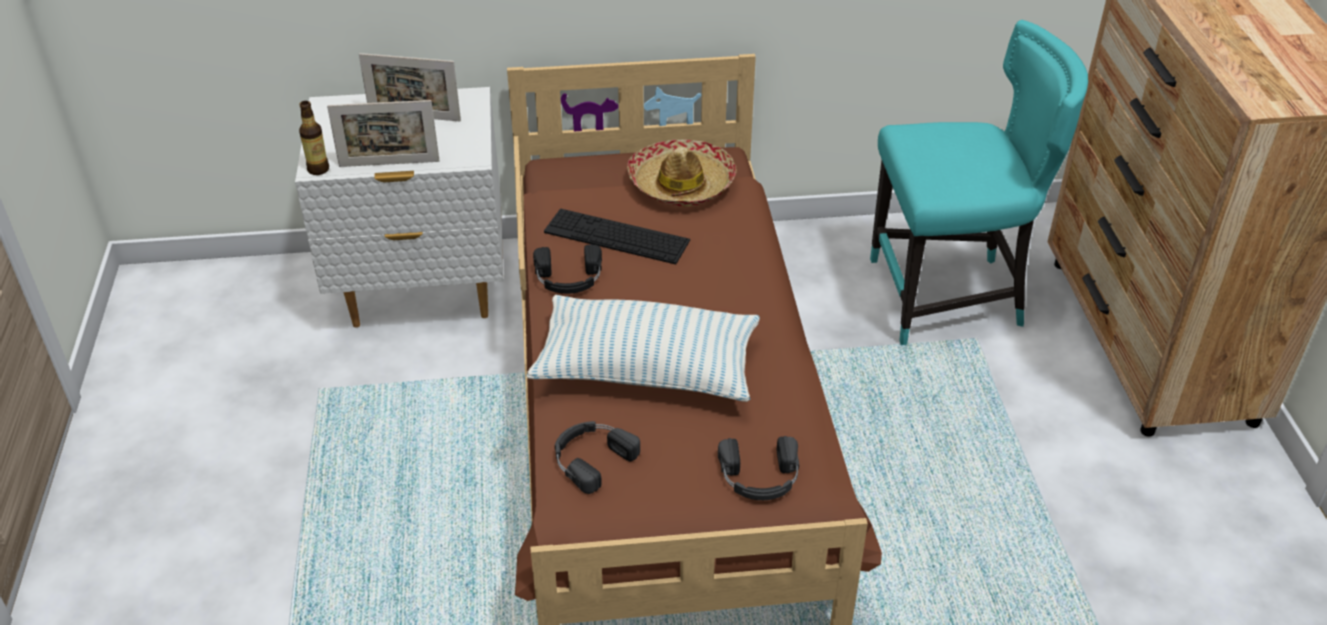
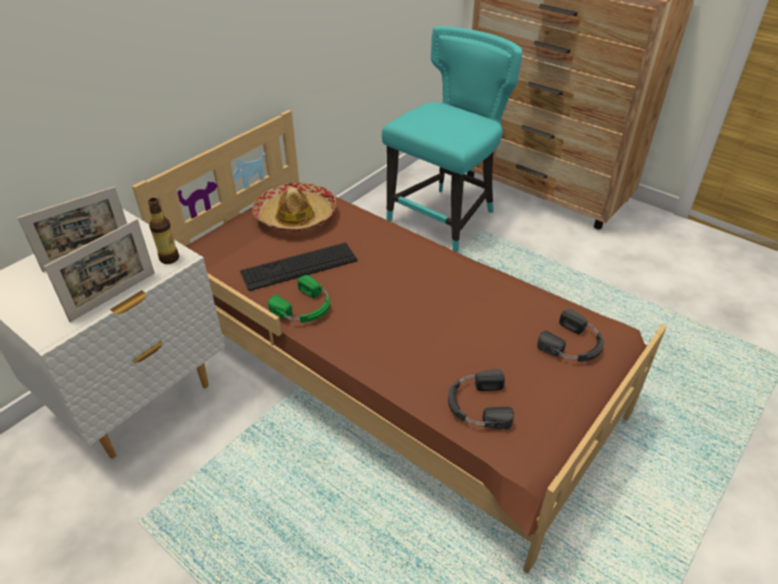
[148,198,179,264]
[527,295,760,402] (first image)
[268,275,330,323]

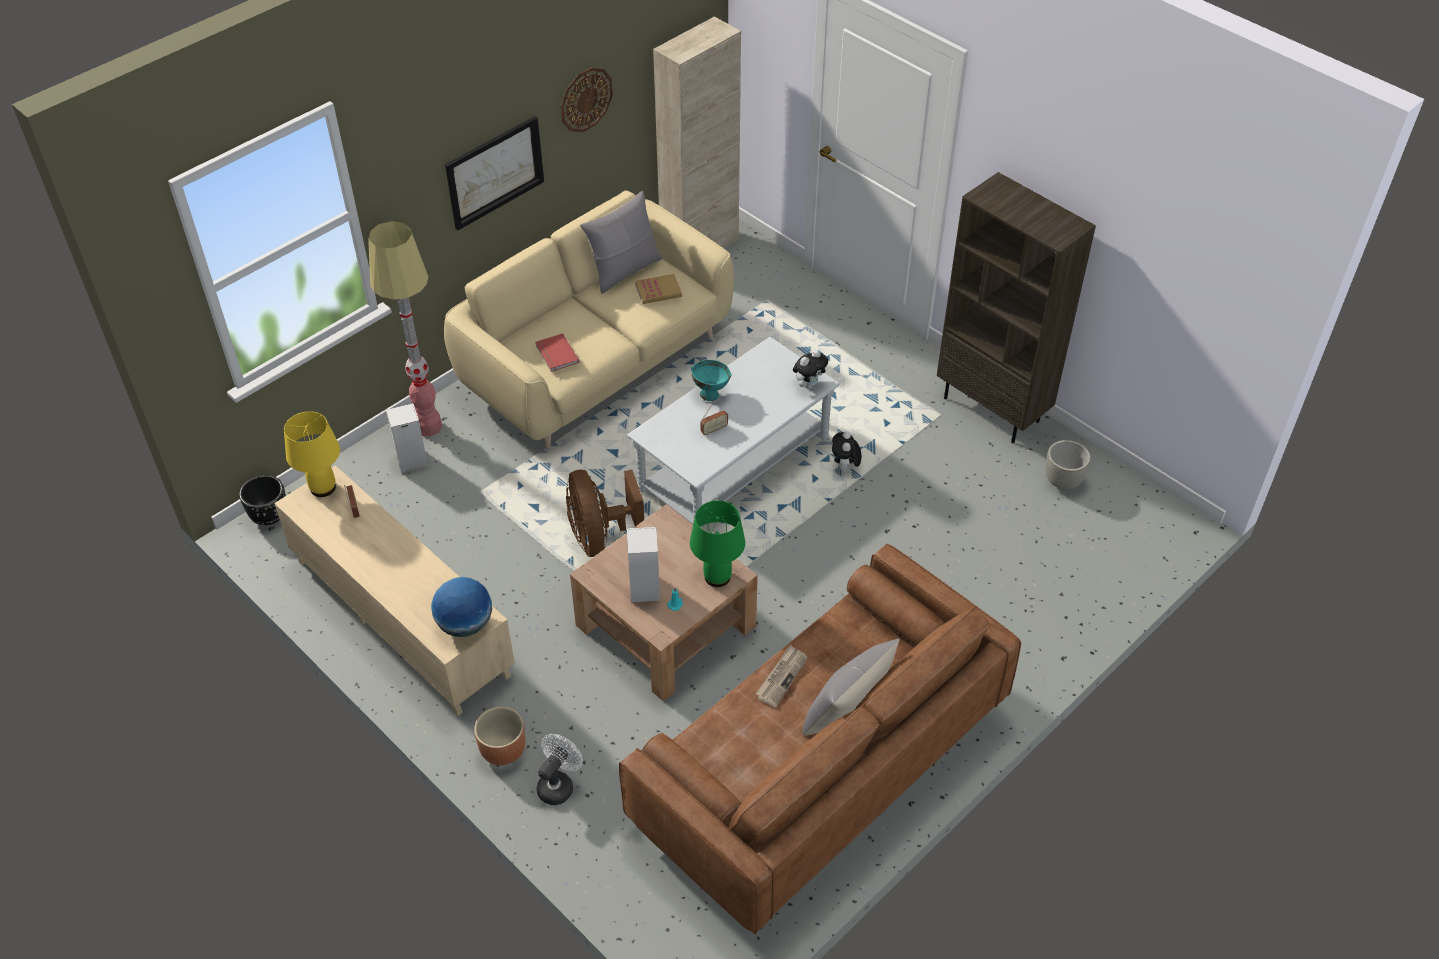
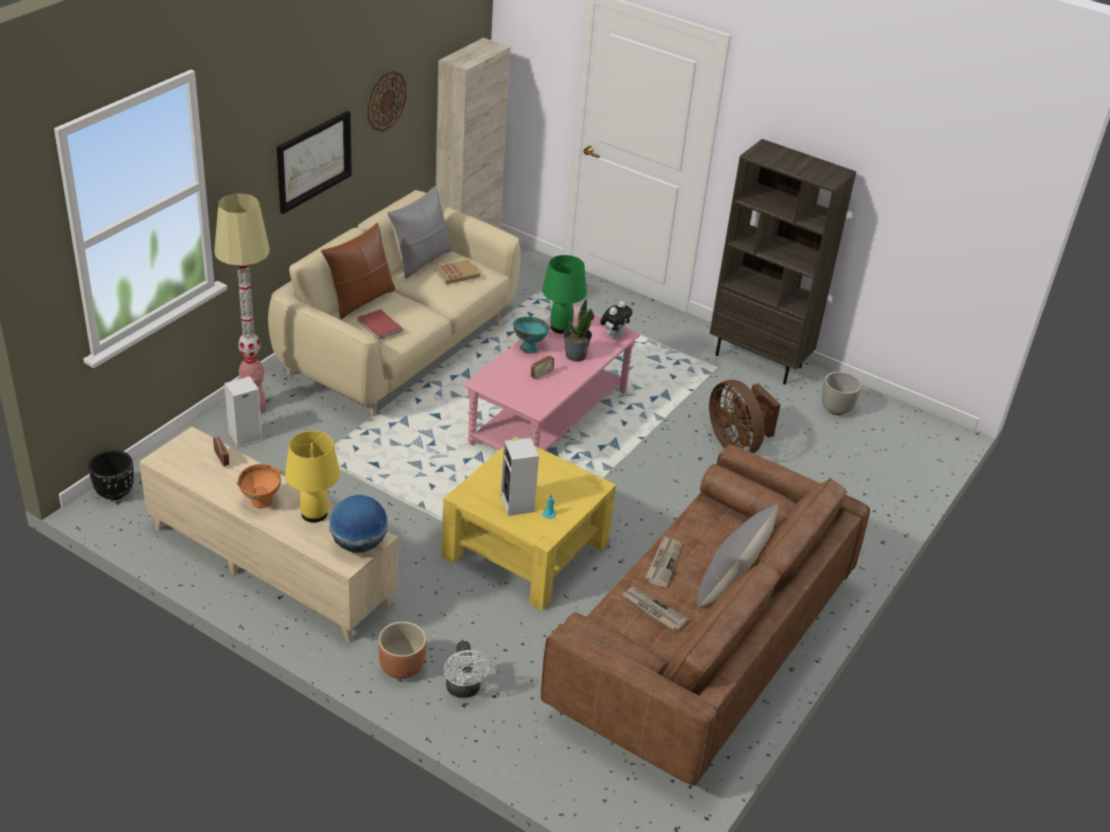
[285,431,340,523]
[444,641,490,698]
[709,380,781,453]
[442,436,616,611]
[463,305,640,451]
[542,255,587,334]
[832,431,862,471] (first image)
[236,464,281,508]
[321,223,395,319]
[563,299,594,362]
[622,587,689,630]

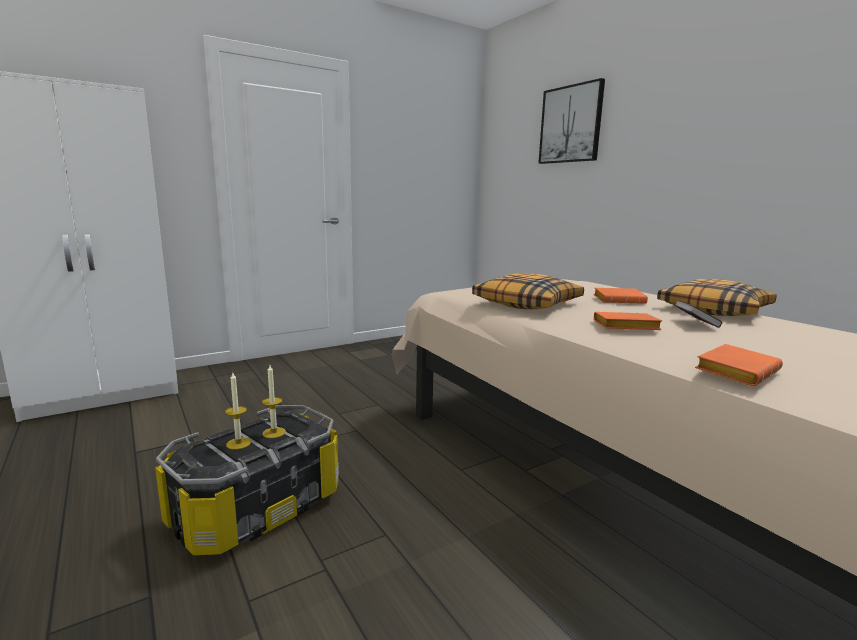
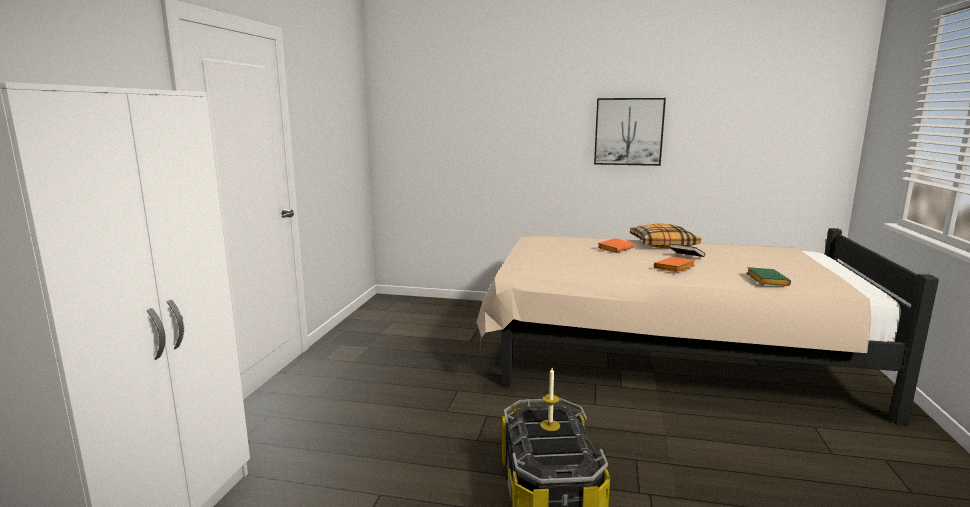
[225,373,251,450] (first image)
[472,273,584,309] (first image)
[594,98,666,166]
[747,267,791,286]

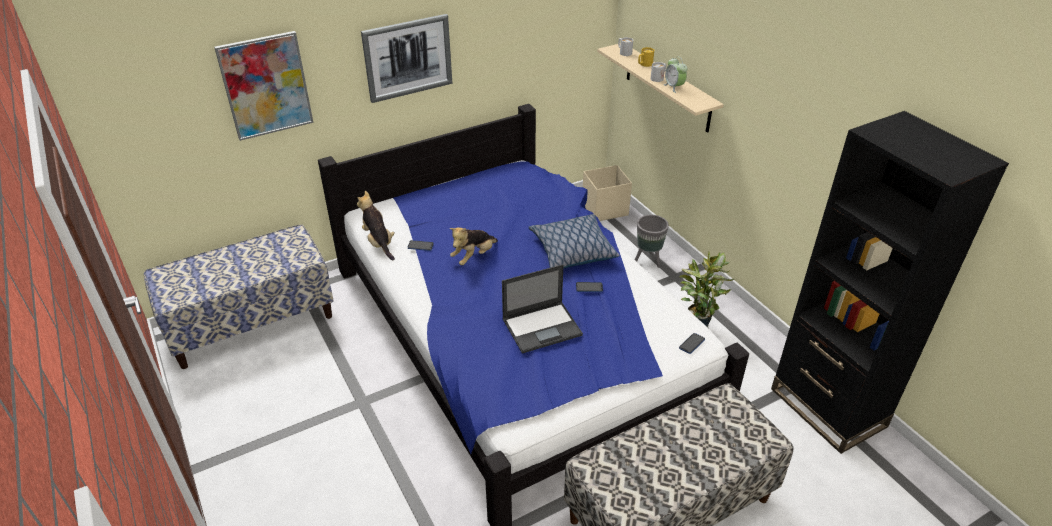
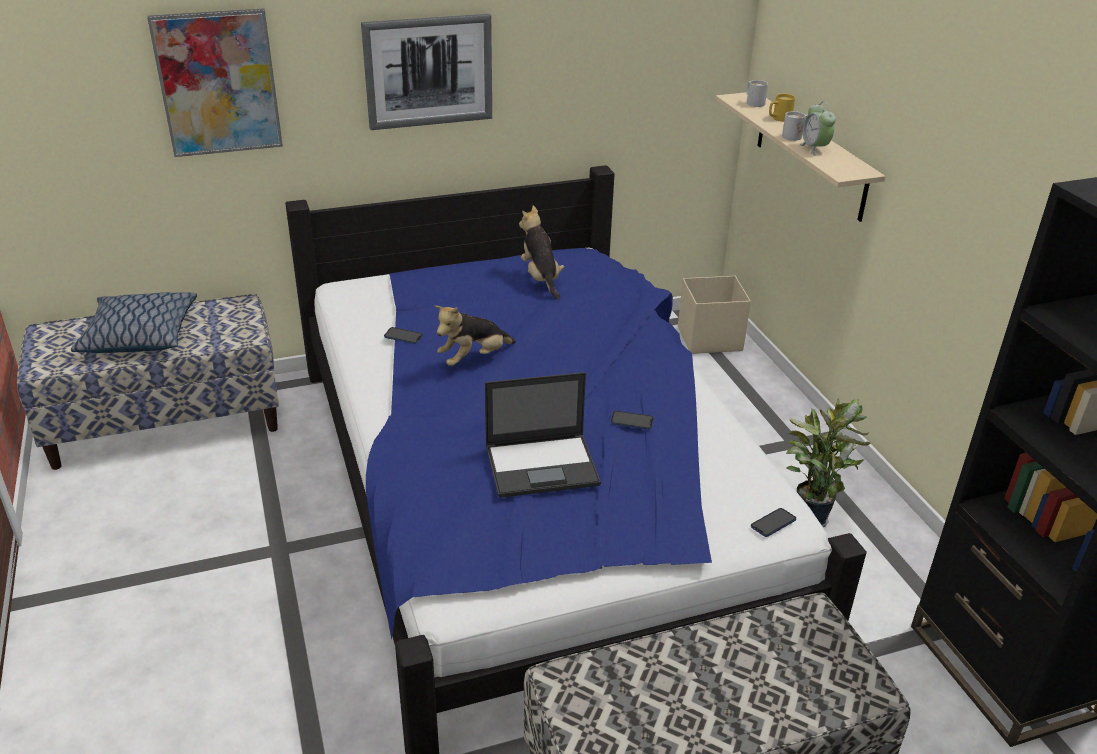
[519,205,564,300]
[71,292,197,353]
[635,215,669,268] (first image)

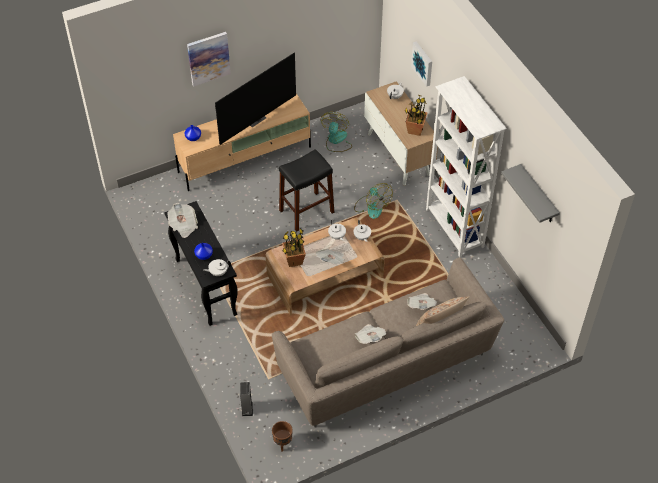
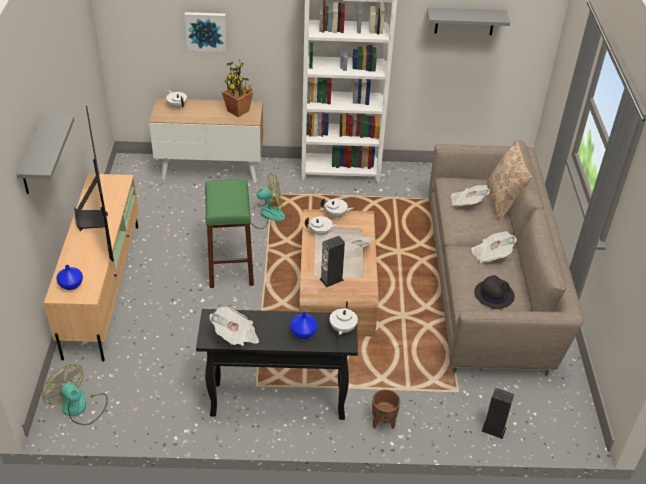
[16,115,74,194]
[372,389,400,429]
[205,179,254,288]
[320,236,345,287]
[42,364,108,425]
[474,275,515,309]

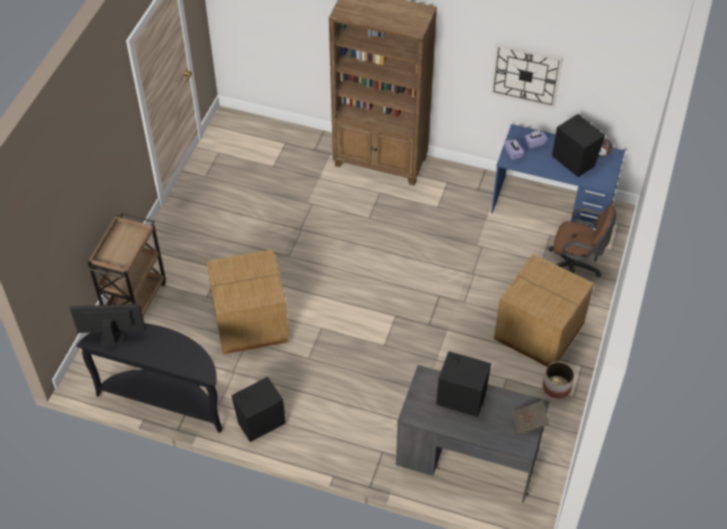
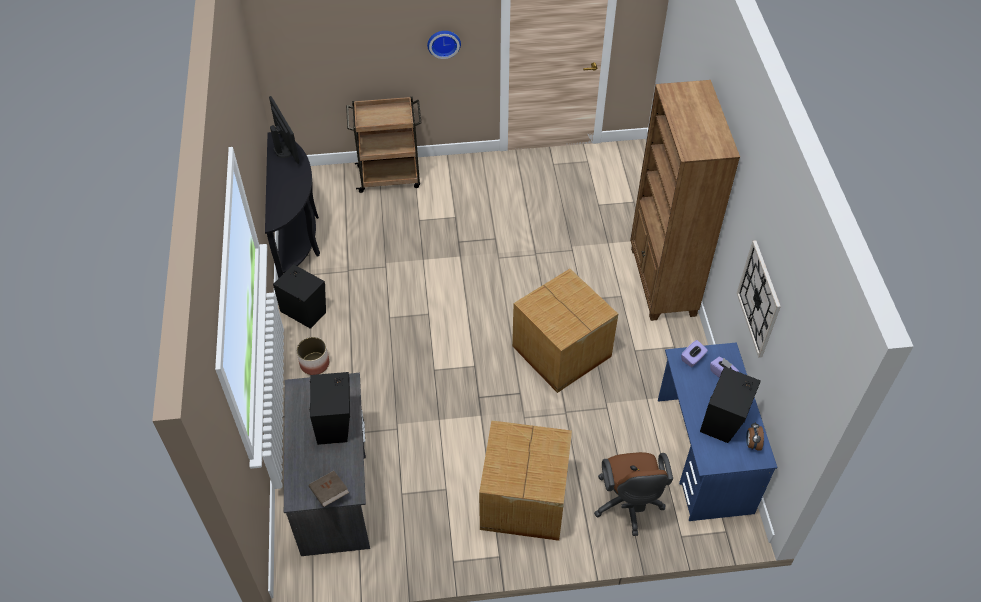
[512,269,618,393]
[296,337,329,375]
[427,31,461,59]

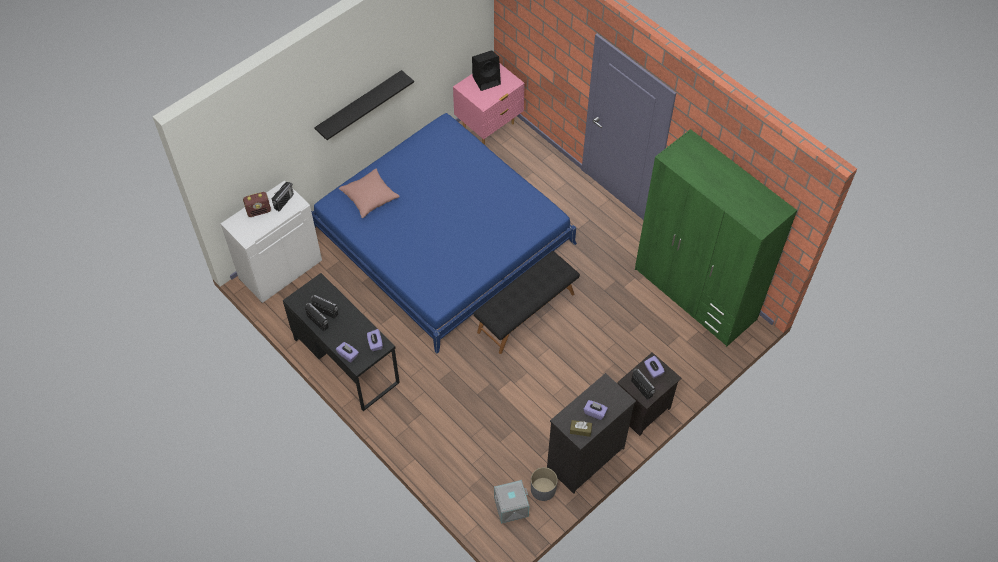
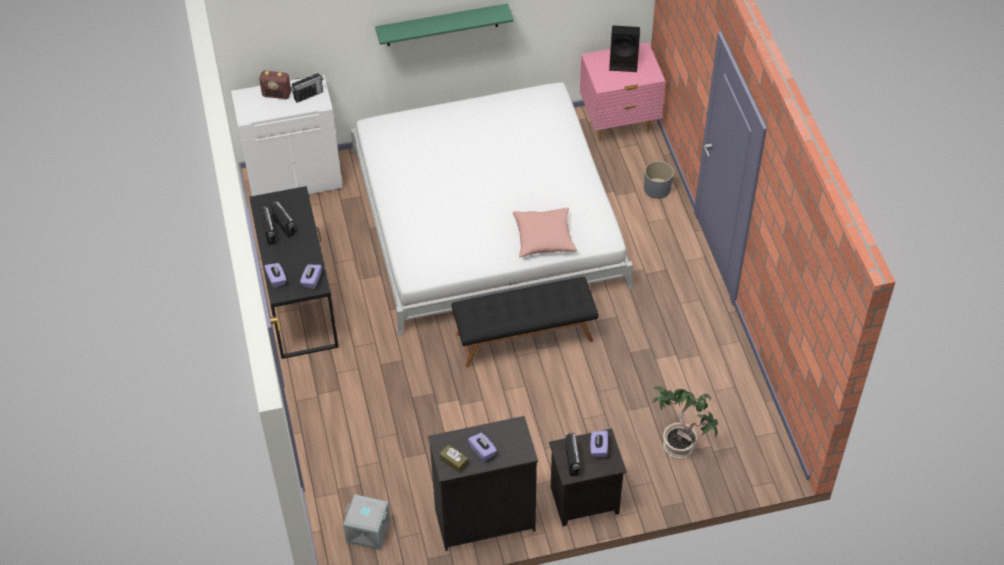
[351,82,633,336]
[375,3,514,46]
[512,208,577,257]
[644,161,674,199]
[635,129,797,347] (first image)
[653,386,718,459]

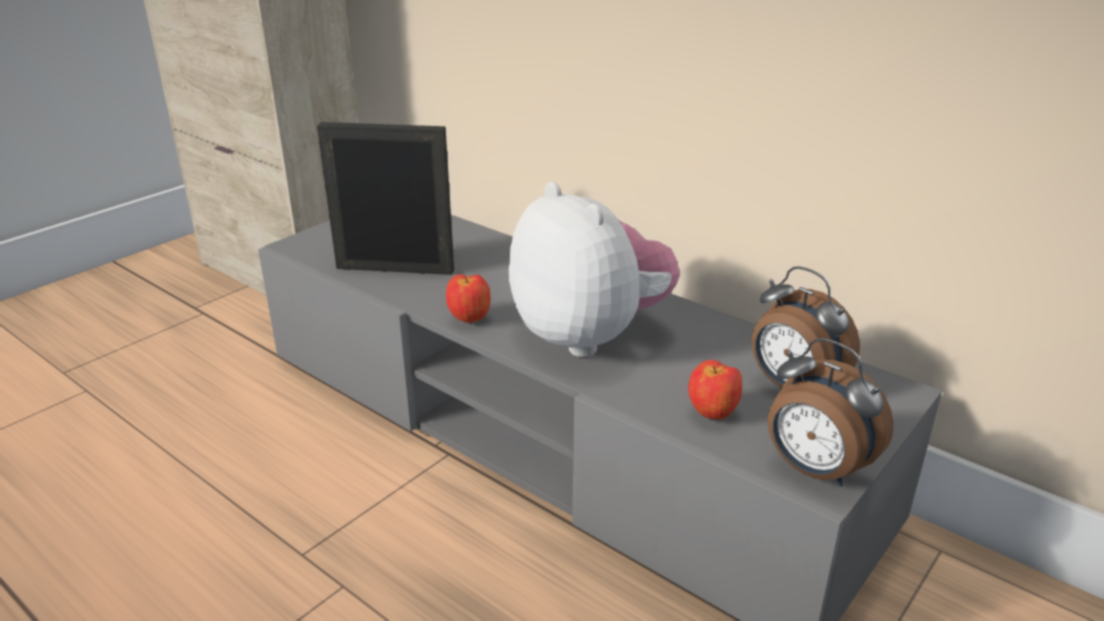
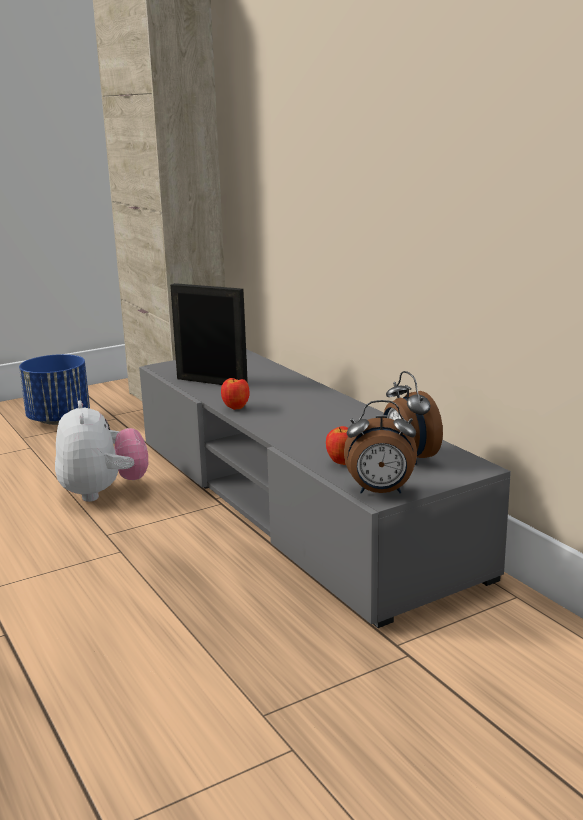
[55,401,149,502]
[344,400,417,494]
[19,354,90,425]

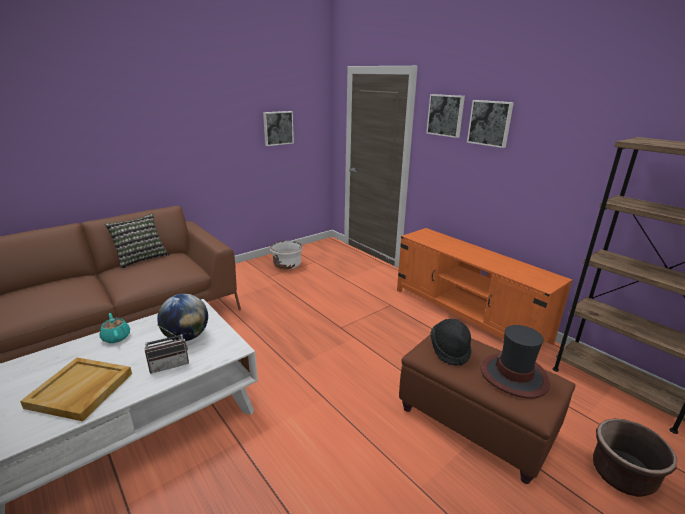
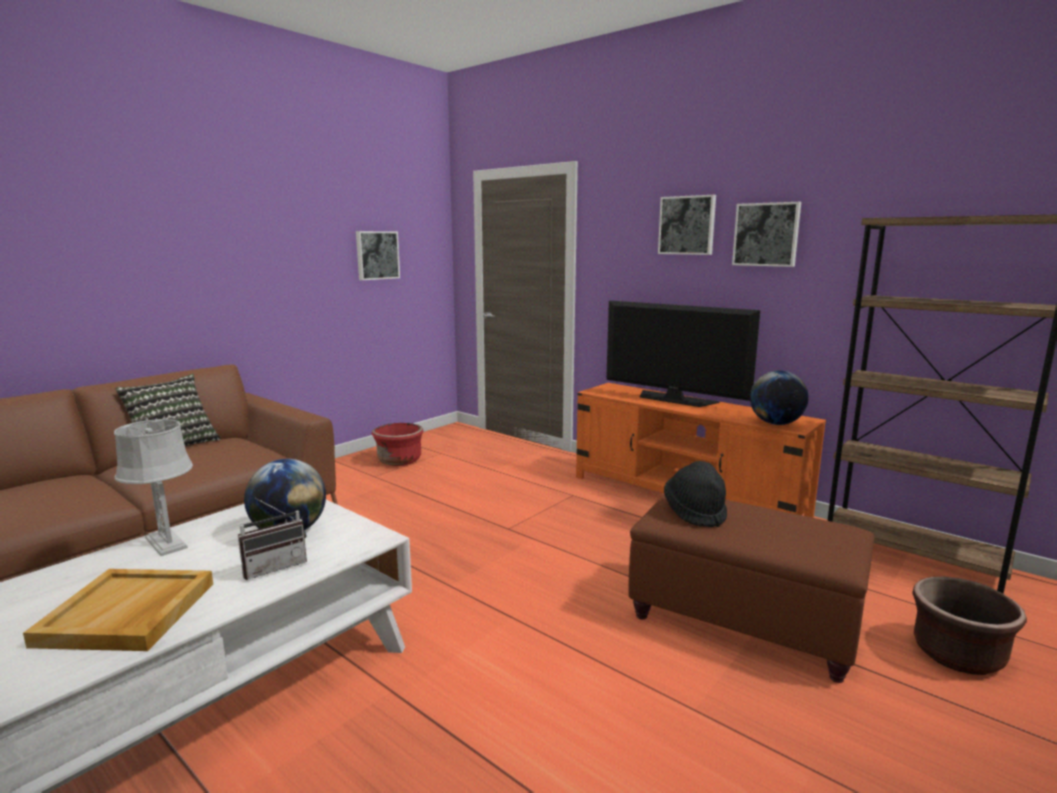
[114,417,193,556]
[372,423,423,466]
[732,202,801,267]
[480,325,550,399] (first image)
[606,301,761,407]
[750,370,809,425]

